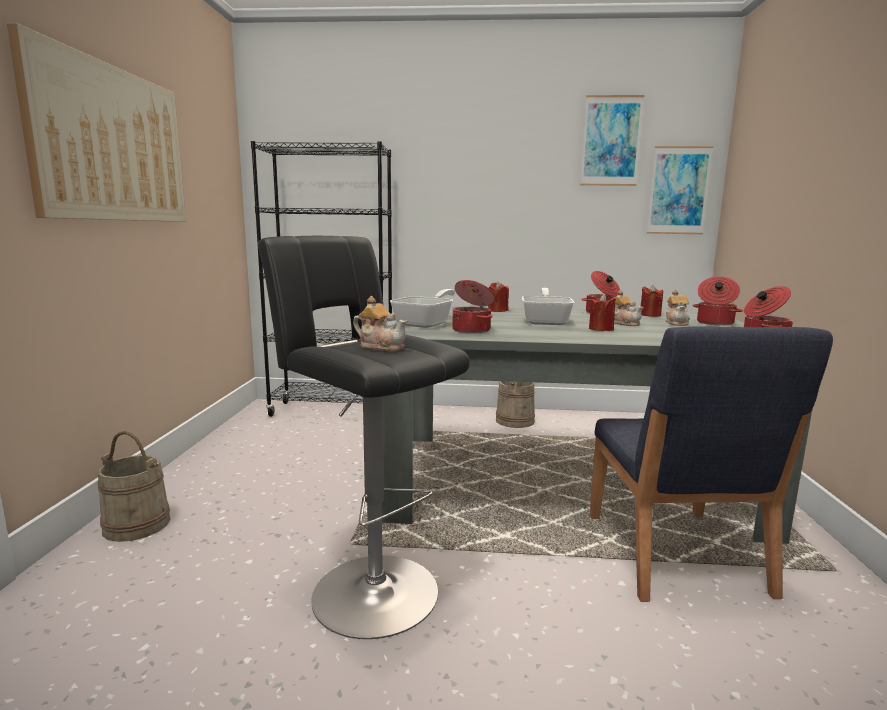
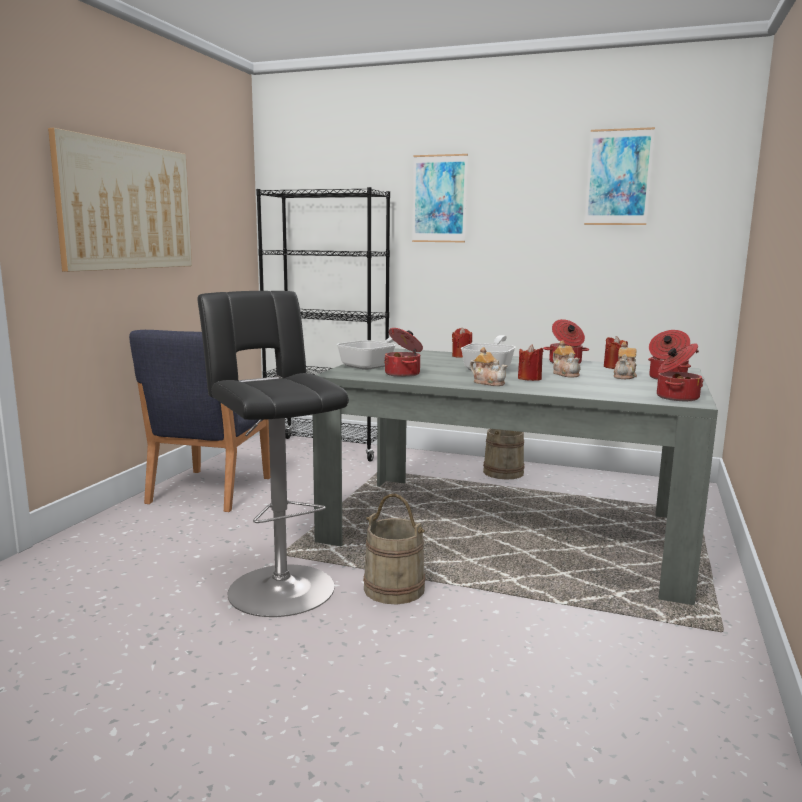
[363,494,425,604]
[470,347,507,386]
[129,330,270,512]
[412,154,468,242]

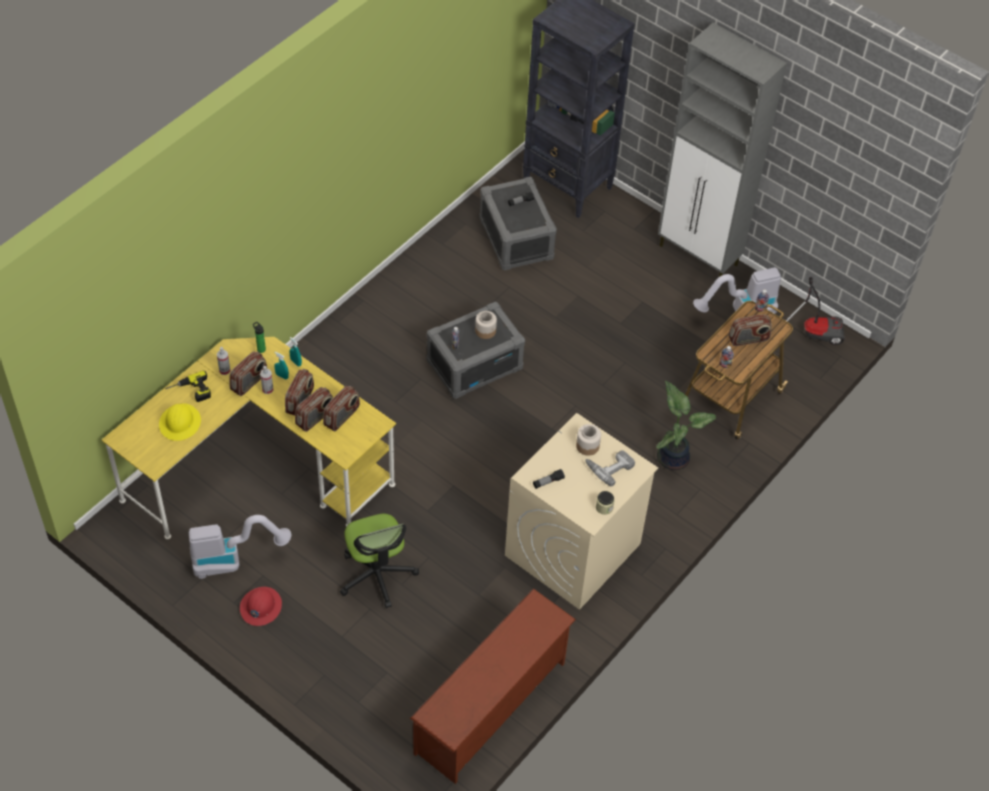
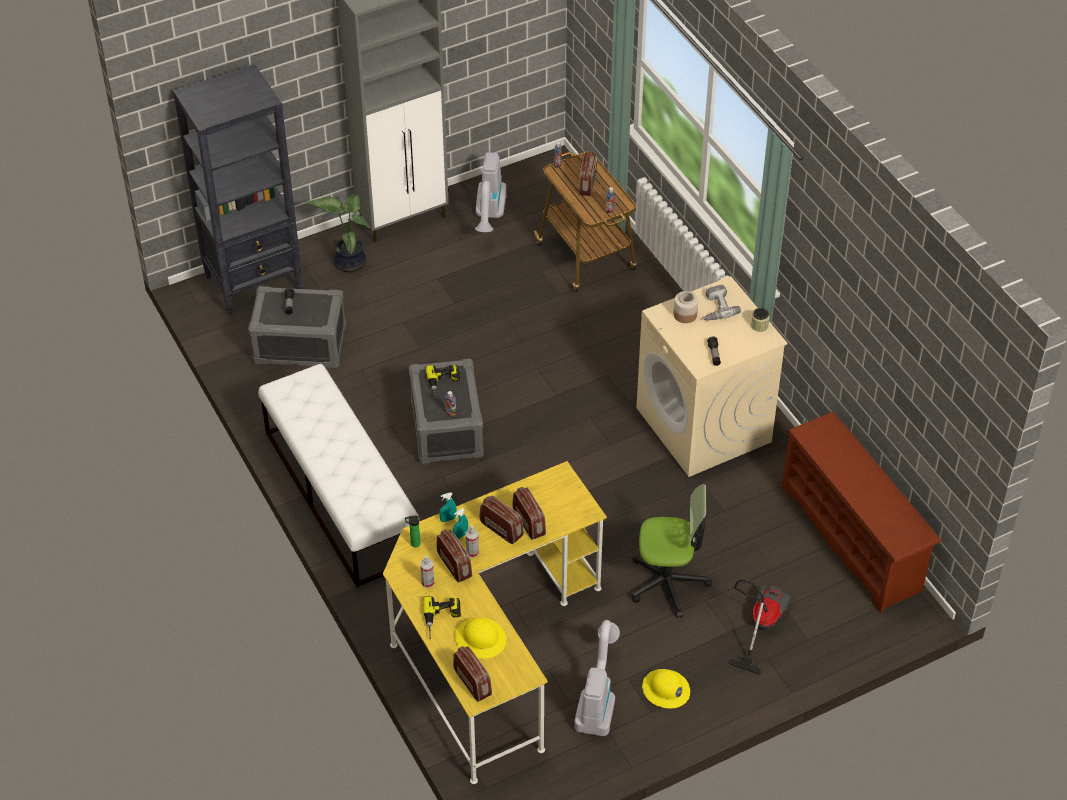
[642,669,690,708]
[453,646,492,702]
[426,364,460,399]
[306,194,370,273]
[728,579,792,675]
[258,364,419,587]

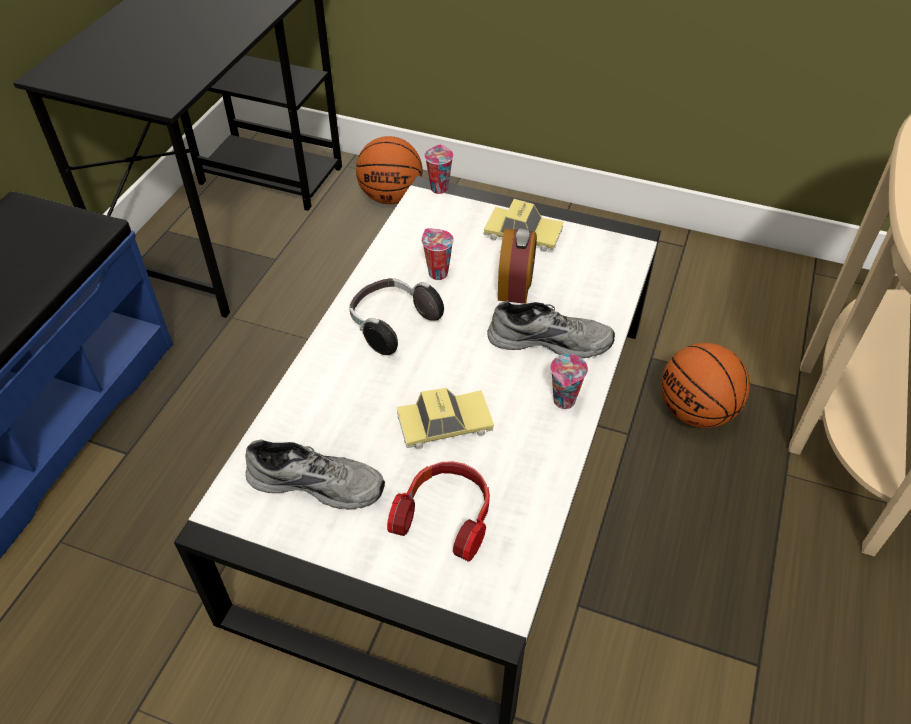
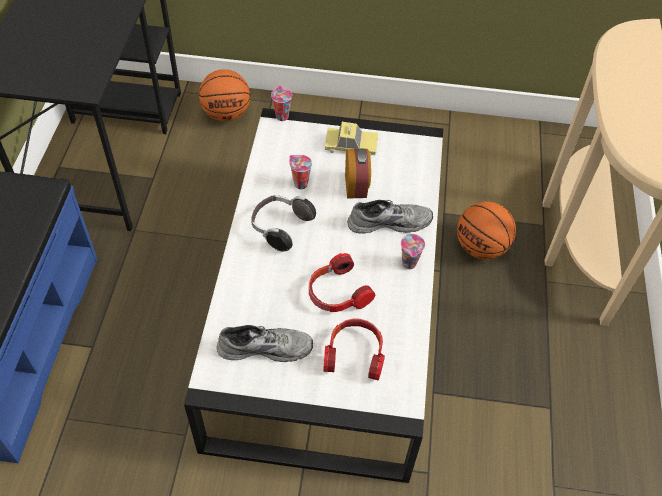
[309,253,375,312]

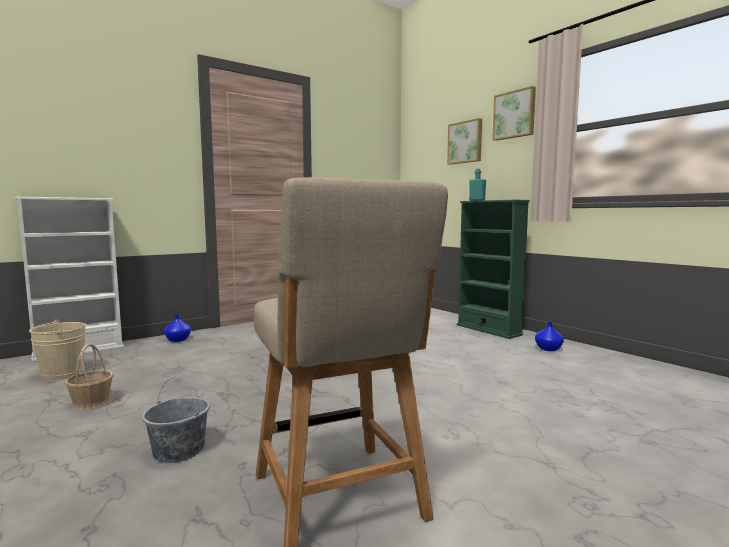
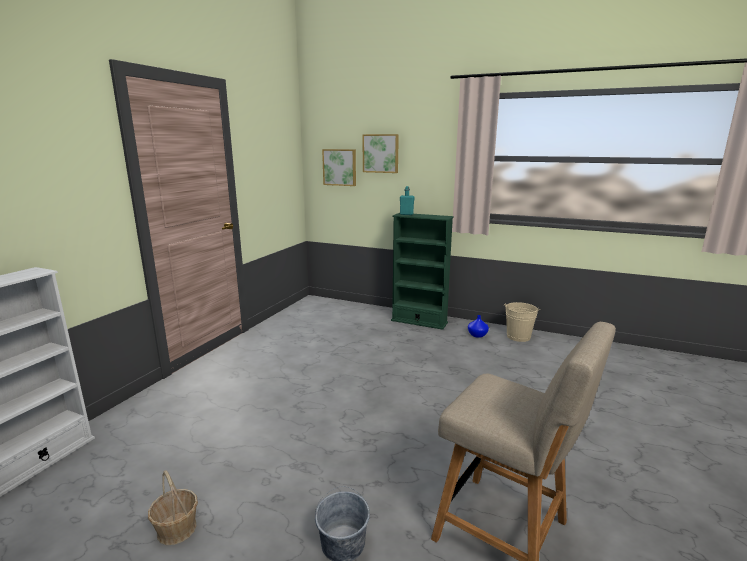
[504,302,540,342]
[164,314,191,342] (first image)
[322,149,356,186]

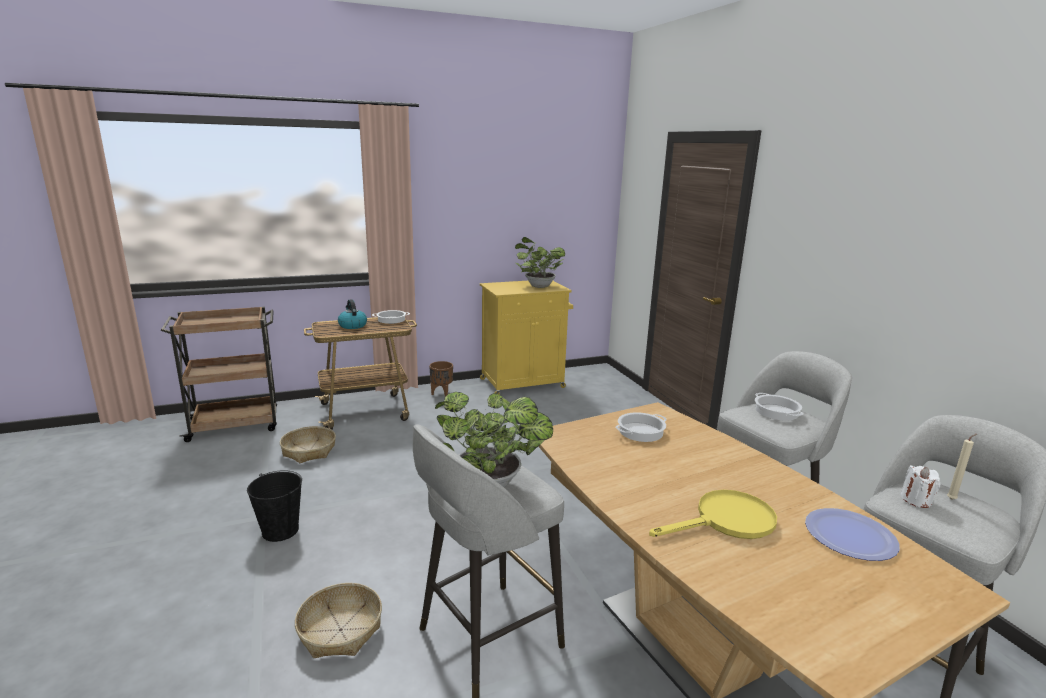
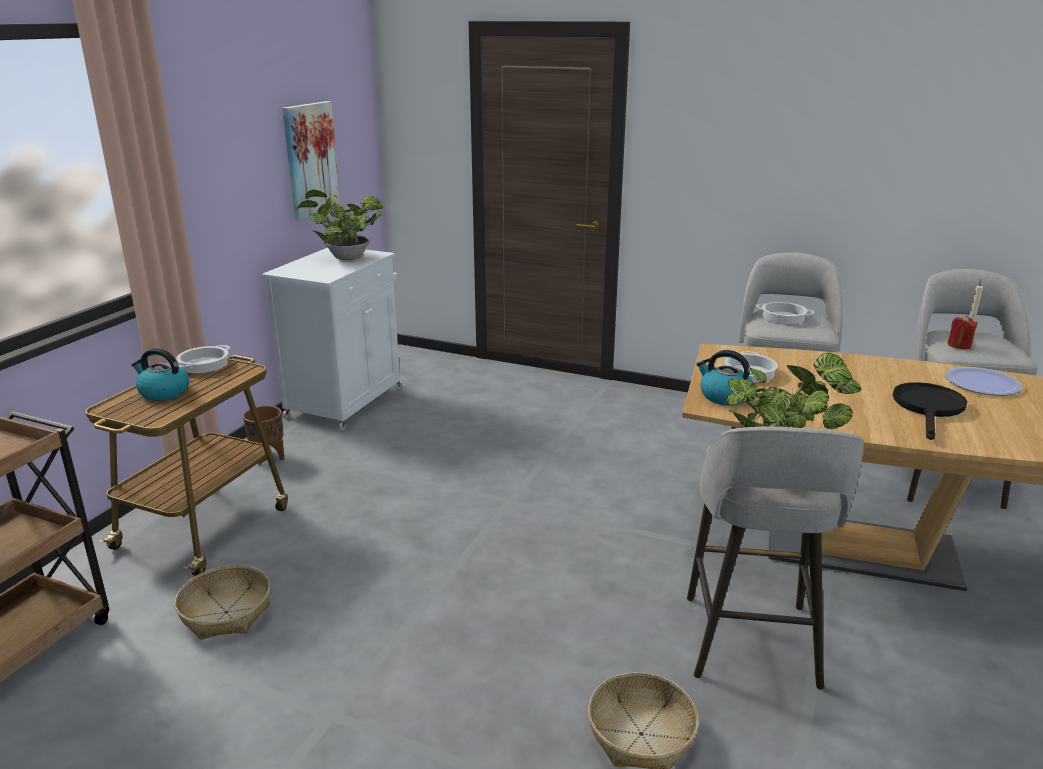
[247,470,302,542] (first image)
[262,248,401,431]
[893,382,967,440]
[948,316,978,349]
[282,101,341,220]
[696,350,753,406]

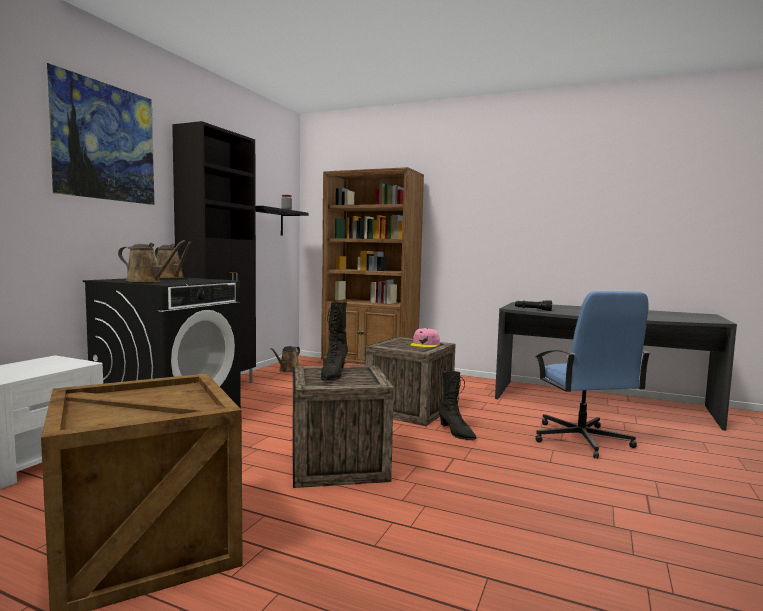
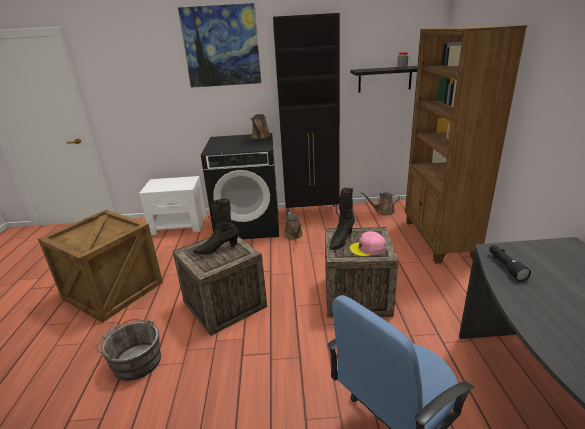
[284,212,303,240]
[330,188,355,250]
[95,319,161,381]

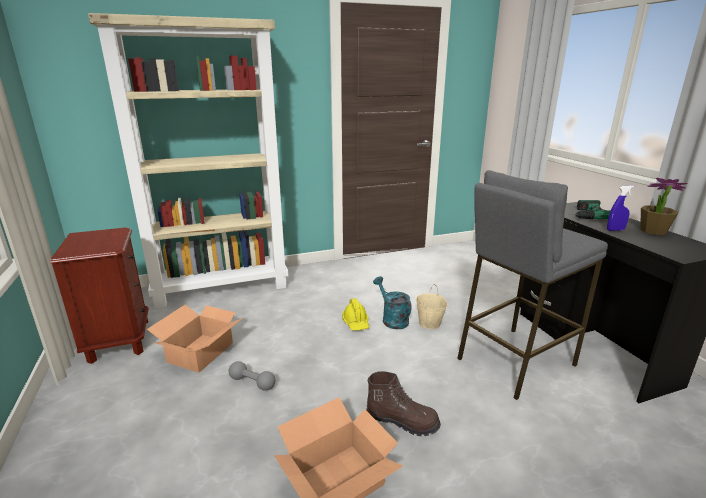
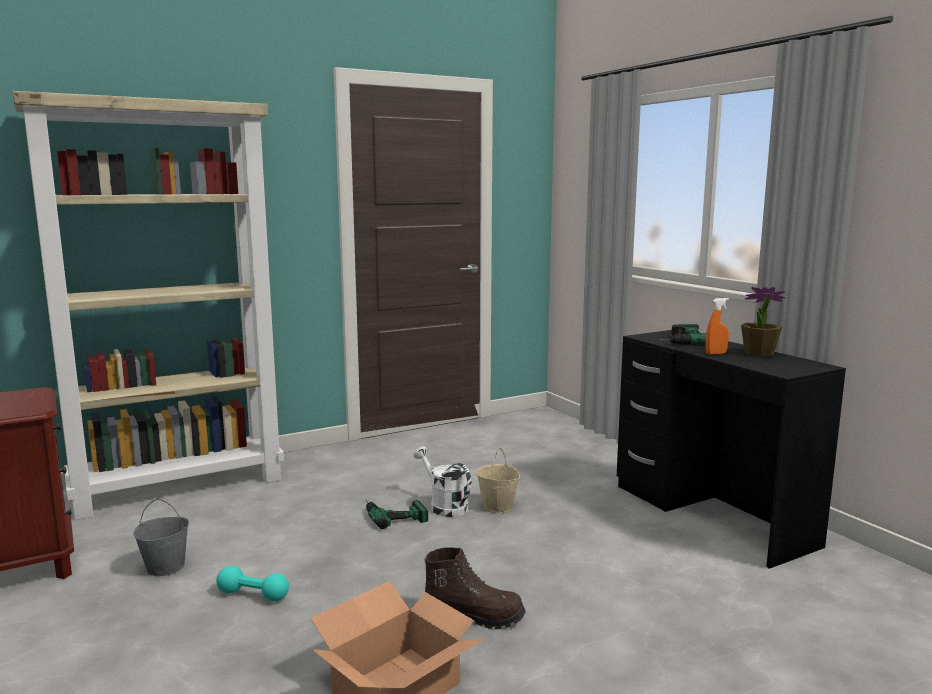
[133,498,189,576]
[216,566,289,602]
[366,500,428,529]
[414,446,472,517]
[457,170,608,400] (first image)
[706,298,729,355]

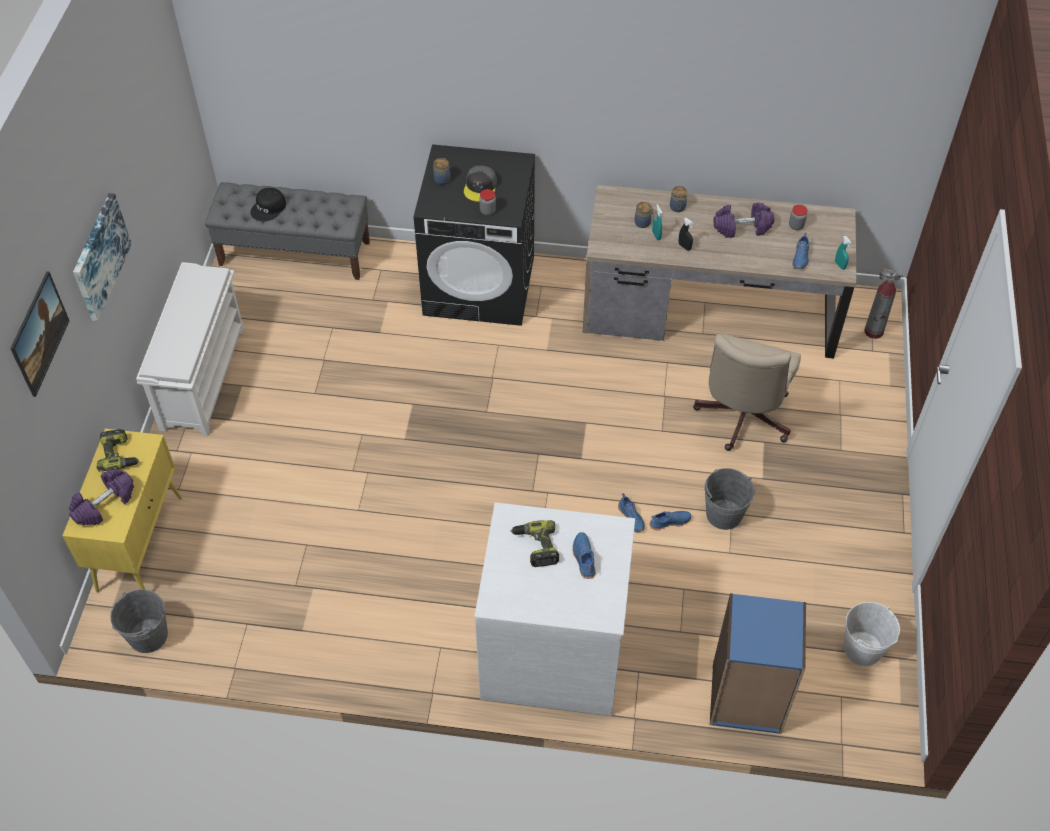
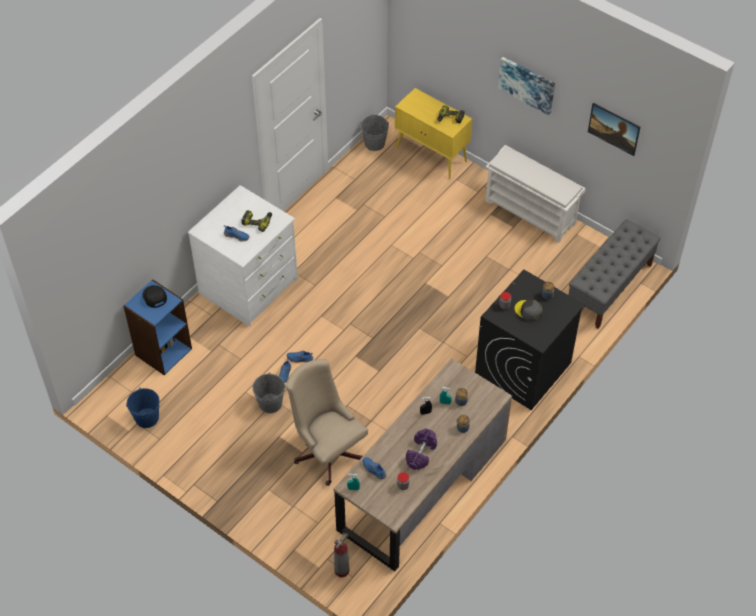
[588,103,640,156]
[69,469,134,526] (first image)
[142,285,167,308]
[126,388,160,428]

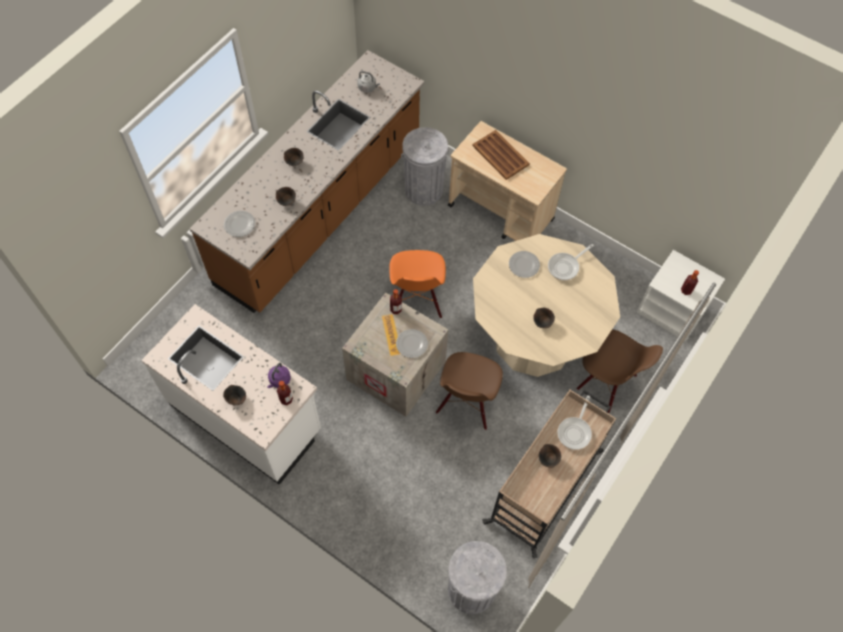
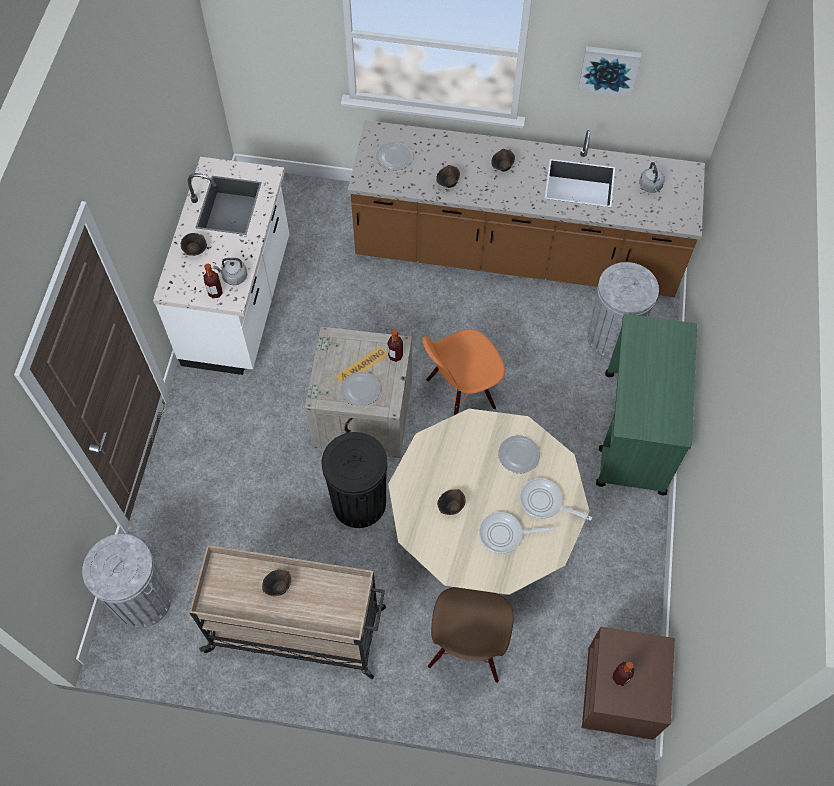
[213,258,247,285]
[322,432,388,528]
[596,314,697,495]
[472,130,530,180] (first image)
[479,512,556,554]
[582,627,675,740]
[578,46,642,98]

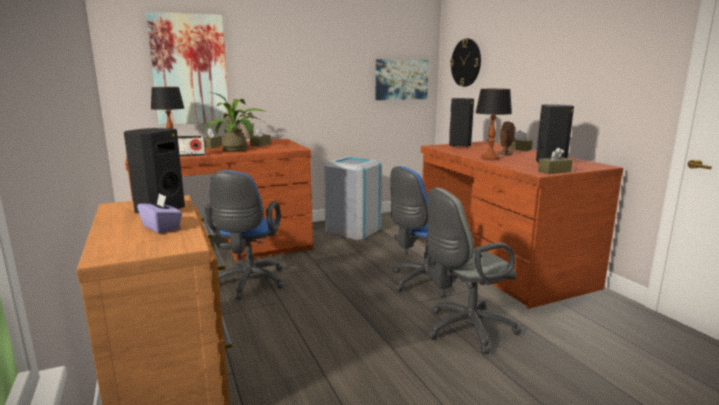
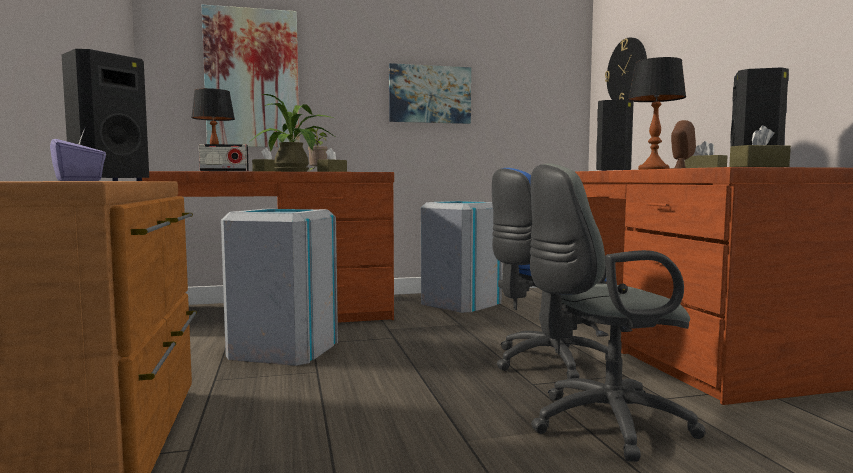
[221,209,338,366]
[389,63,471,124]

